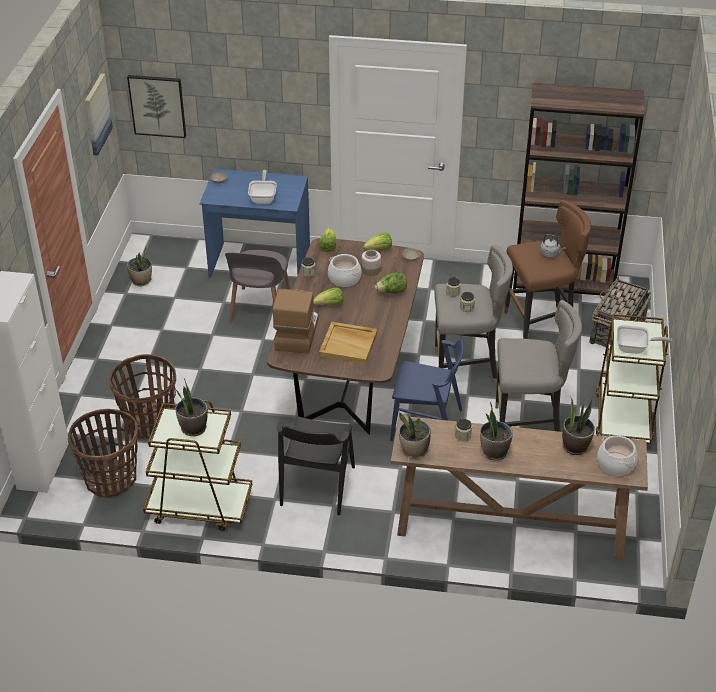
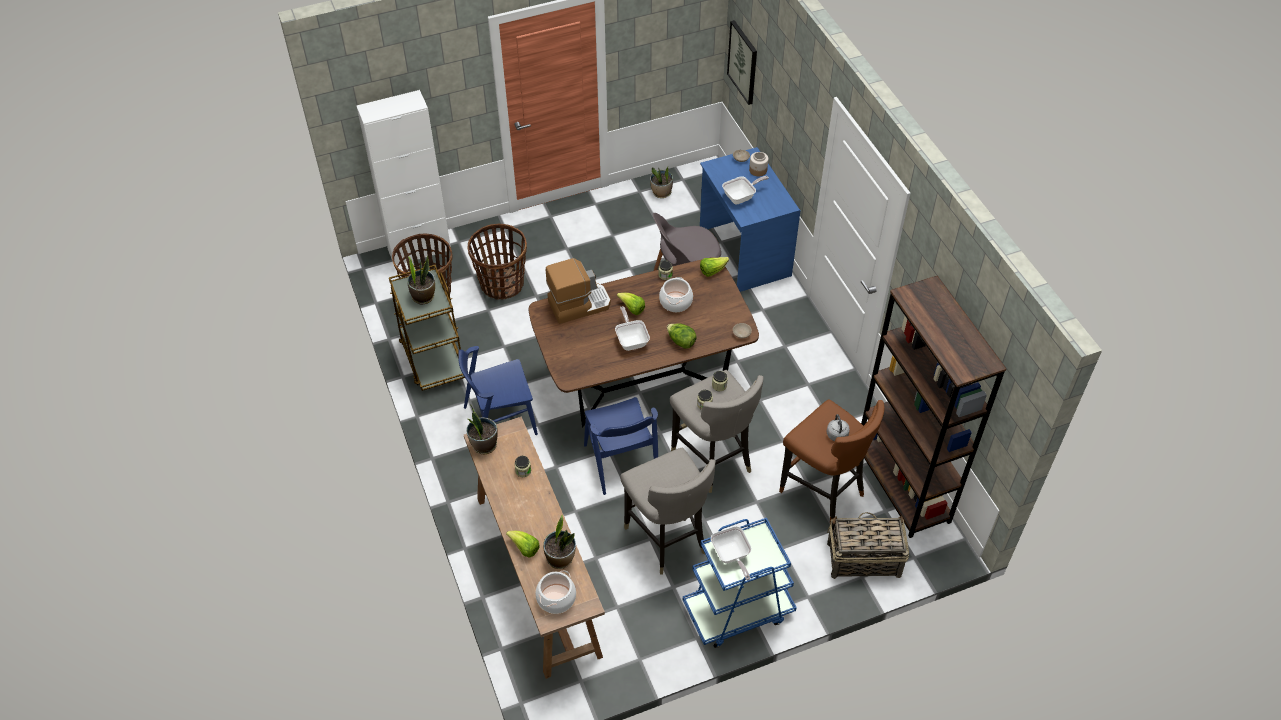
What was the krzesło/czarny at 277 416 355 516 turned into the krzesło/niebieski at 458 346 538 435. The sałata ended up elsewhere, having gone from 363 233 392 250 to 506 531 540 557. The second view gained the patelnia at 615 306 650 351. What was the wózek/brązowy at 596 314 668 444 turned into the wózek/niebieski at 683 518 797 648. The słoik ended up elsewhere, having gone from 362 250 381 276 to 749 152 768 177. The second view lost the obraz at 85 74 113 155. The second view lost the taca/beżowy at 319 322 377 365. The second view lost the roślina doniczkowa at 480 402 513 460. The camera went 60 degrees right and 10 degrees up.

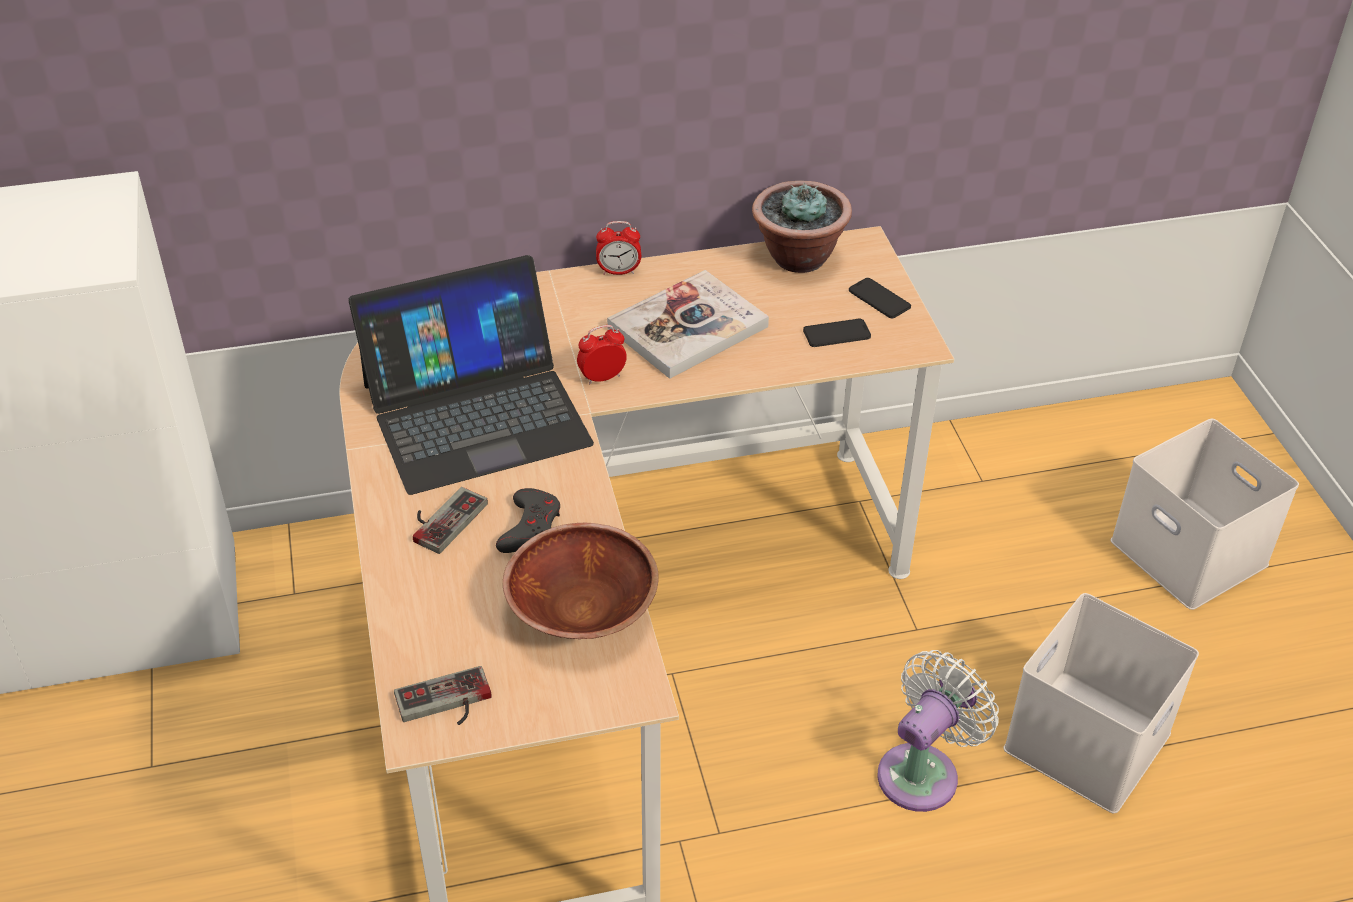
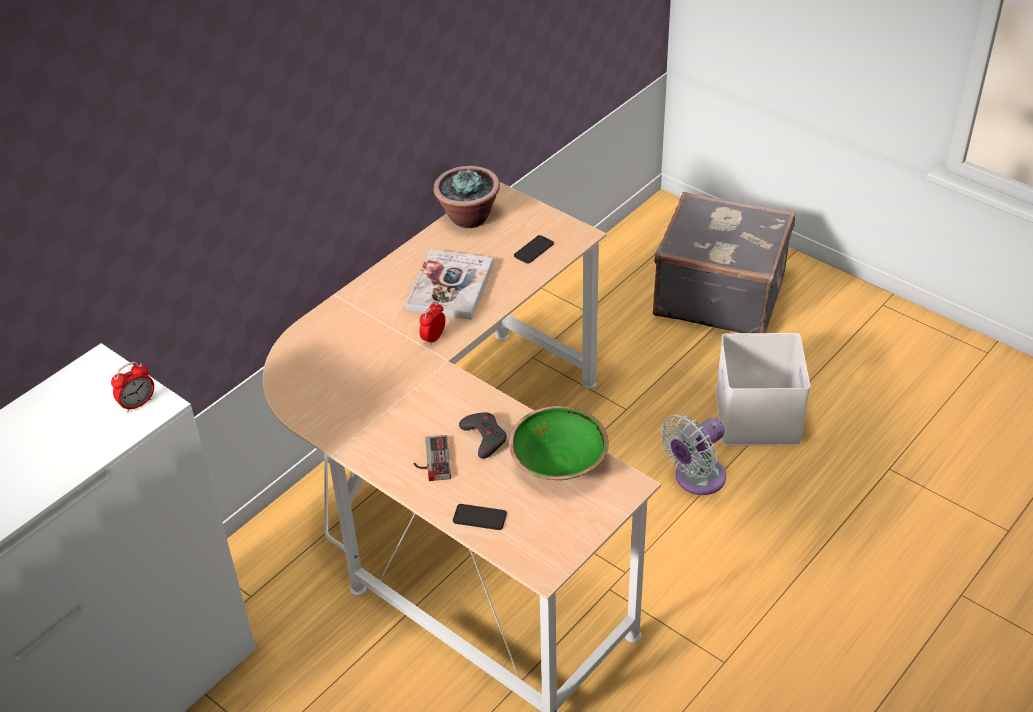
The budzik ended up elsewhere, having gone from 596 221 641 275 to 111 362 154 412. The telefon ended up elsewhere, having gone from 849 278 911 318 to 453 504 507 530. What was the miska/brązowy at 503 523 659 639 turned into the miska/zielony at 509 406 609 480. Where the pojemnik do przechowywania/biały stood at 1111 419 1299 610, the walizka/szary came to stand at 653 192 796 333. The wentylator/biały at 877 650 999 812 ended up facing another way, 135 degrees counterclockwise from before. The second view lost the laptop at 348 255 594 495. The second view lost the pad do gier at 394 666 491 725. The camera went 35 degrees left and 0 degrees up.

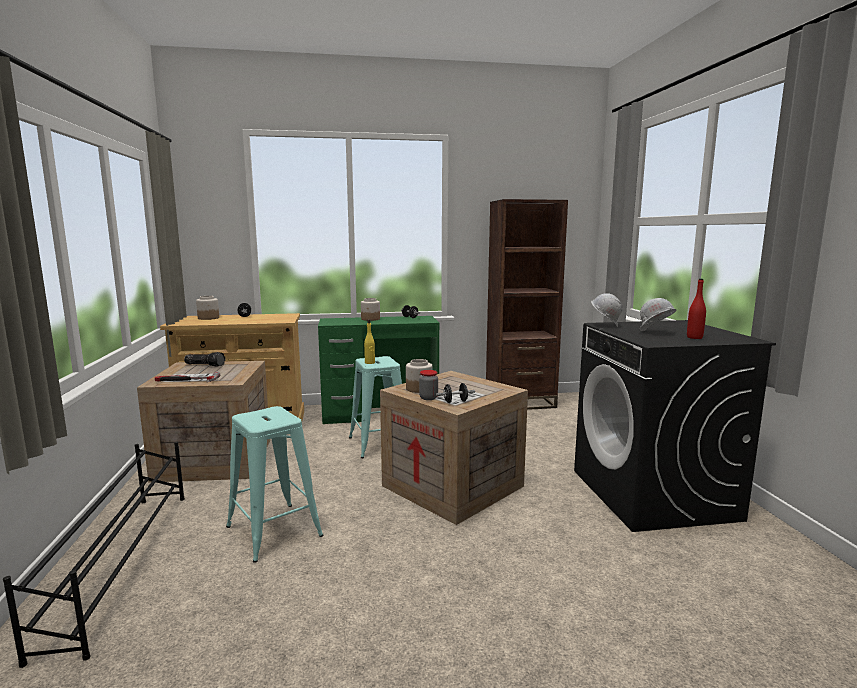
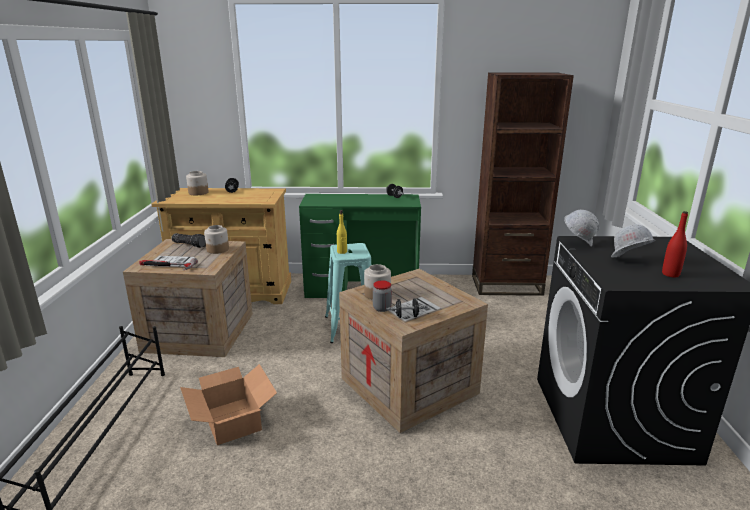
Where the stołek/turkusowy stood at 226 406 323 563, the karton came to stand at 180 364 277 445. The słoik ended up elsewhere, having gone from 361 298 380 321 to 204 225 229 254. The camera went 10 degrees right and 10 degrees up.

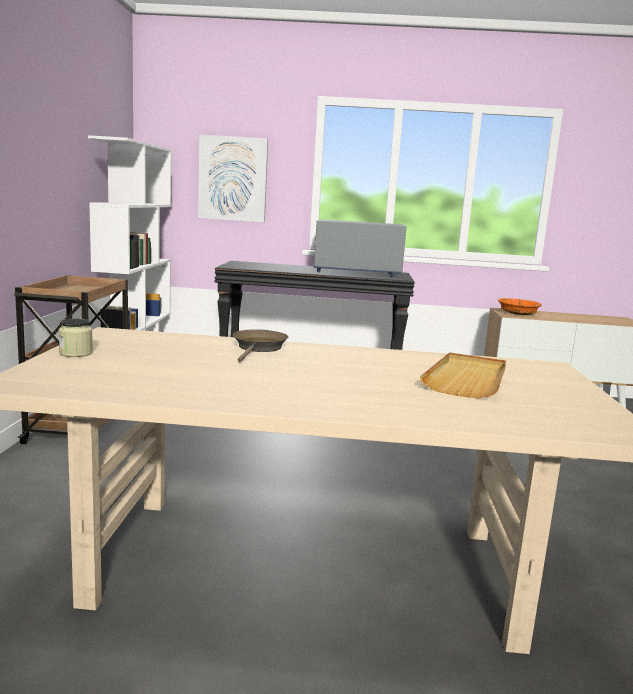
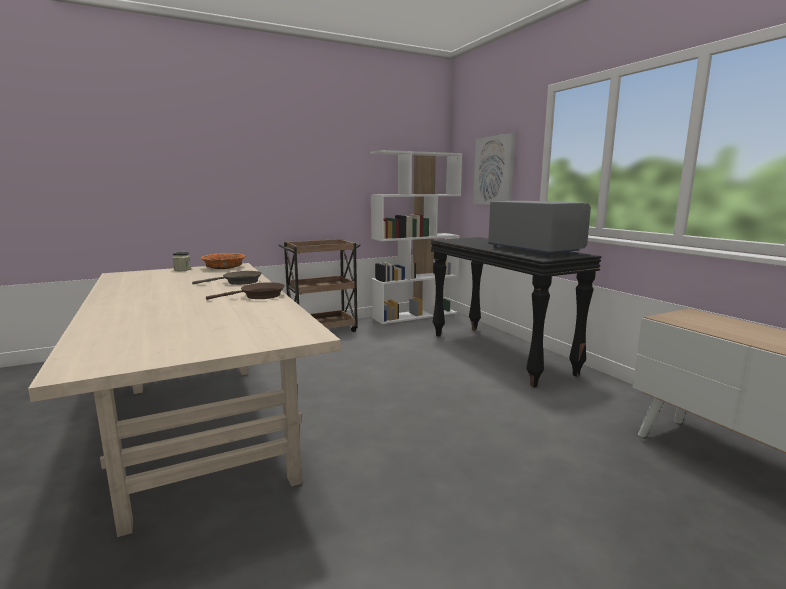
The miska/pomarańczowy ended up elsewhere, having gone from 498 298 541 315 to 201 253 245 269. The second view gained the patelnia/brązowy at 206 282 285 300. The second view lost the taca/beżowy at 420 352 506 399. The camera went 60 degrees right and 0 degrees up.

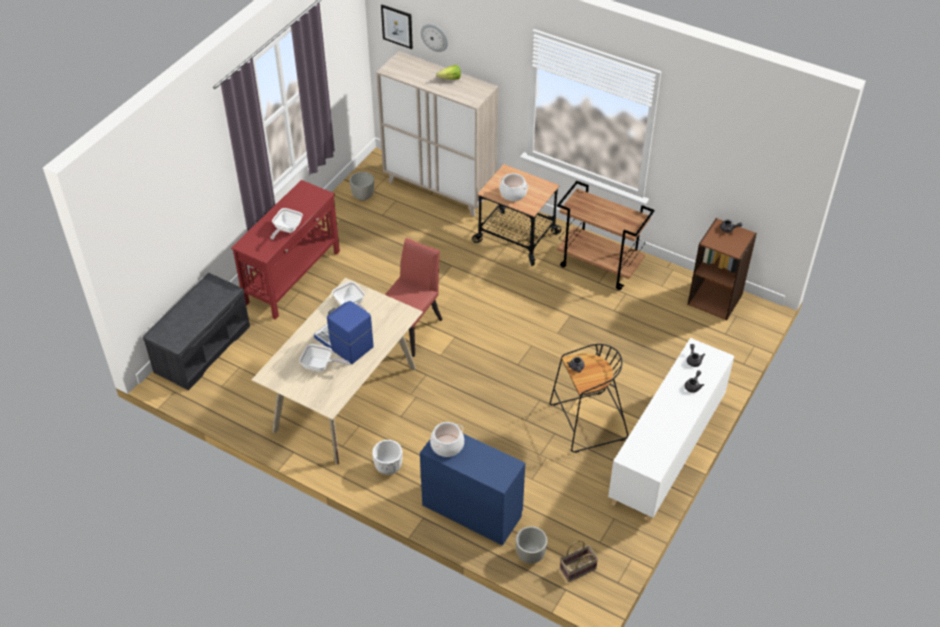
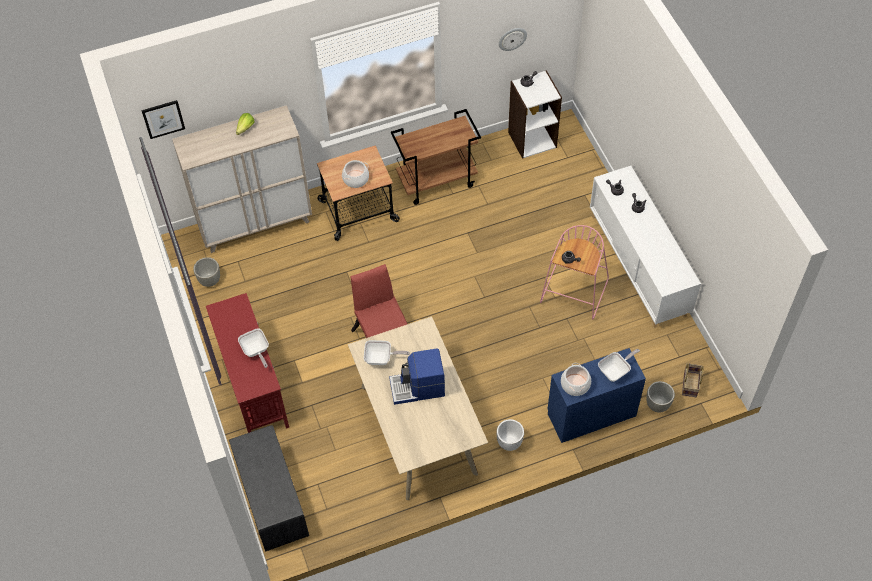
The zegar ścienny ended up elsewhere, having gone from 421 24 448 52 to 499 28 527 51. What was the regał/brązowy at 688 218 757 320 turned into the regał/biały at 508 70 562 159. What was the stołek/czarny at 549 344 628 453 turned into the stołek/różowy at 540 225 609 319. The patelnia ended up elsewhere, having gone from 299 344 349 372 to 598 349 640 382. The camera went 50 degrees left and 10 degrees up.

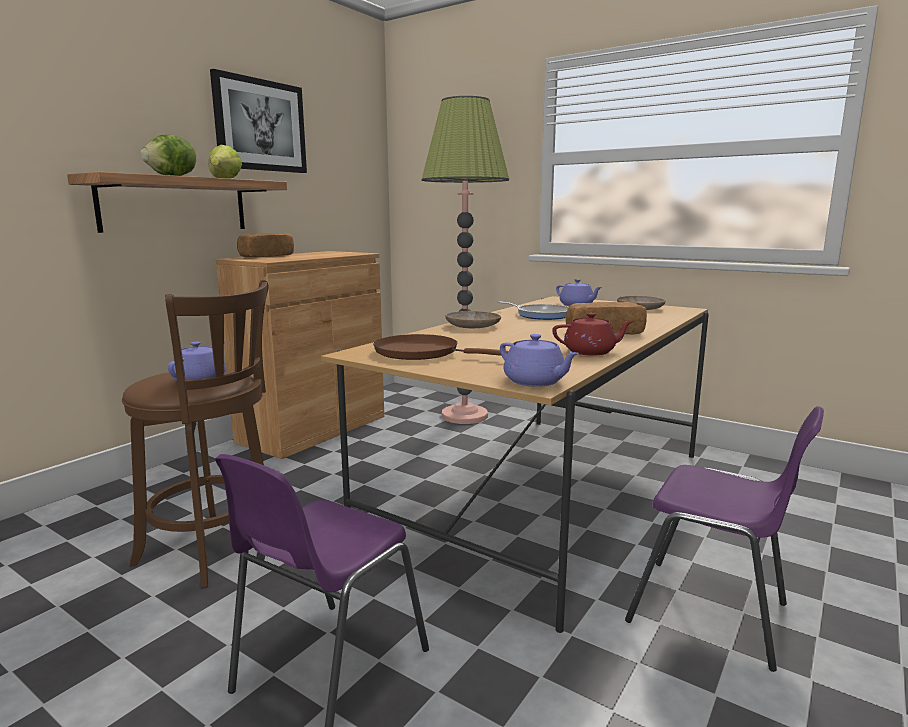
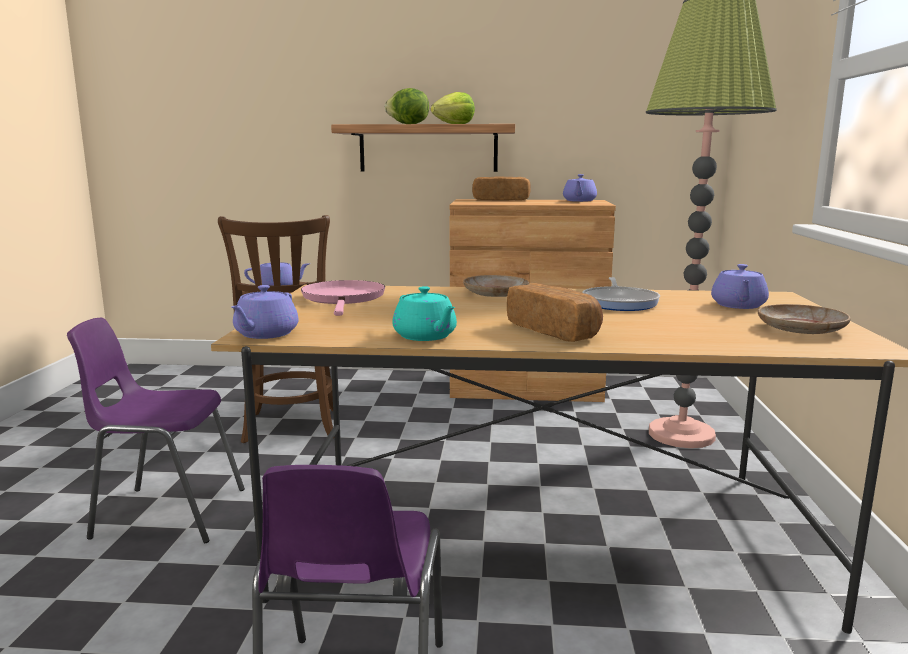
What was the patelnia/brązowy at 373 334 508 360 turned into the patelnia/różowy at 301 280 385 316. What was the imbryk/czerwony at 552 313 634 355 turned into the imbryk/turkusowy at 392 286 457 341. The second view gained the imbryk/fioletowy at 563 174 597 202. The second view lost the obraz at 210 69 307 173. The camera went 60 degrees right and 0 degrees up.

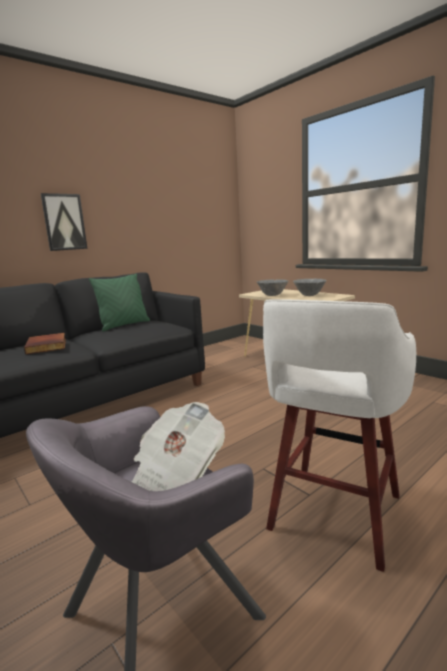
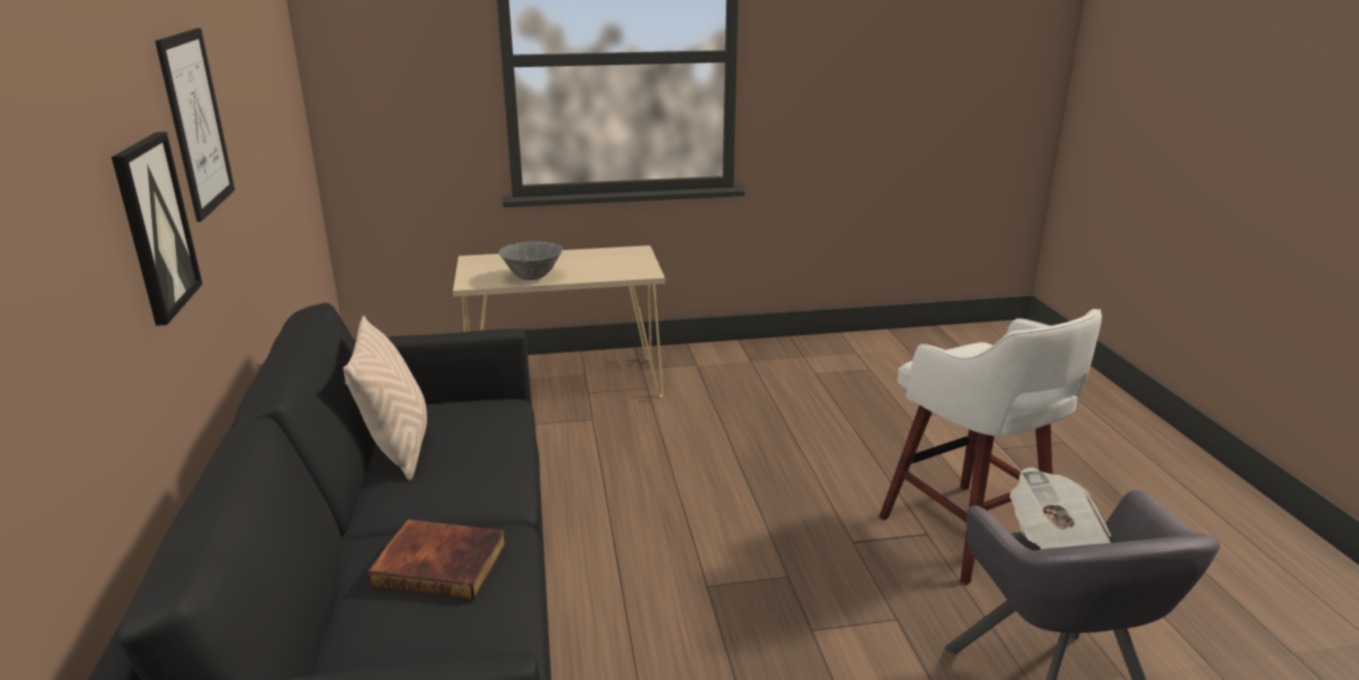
The second view gained the obraz at 155 28 235 222. What was the poduszka/zielony at 89 273 150 332 turned into the poduszka/beżowy at 343 315 427 480. The second view lost the miska/szary at 293 279 327 296. The camera went 60 degrees left and 10 degrees up.

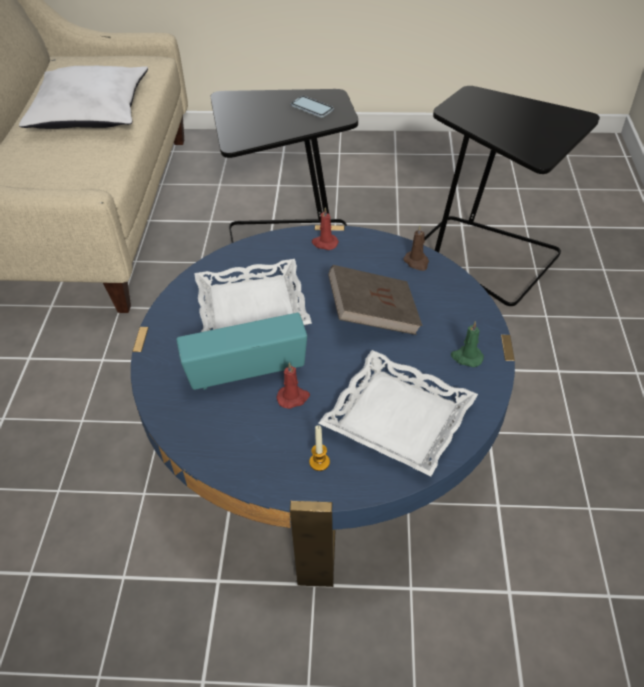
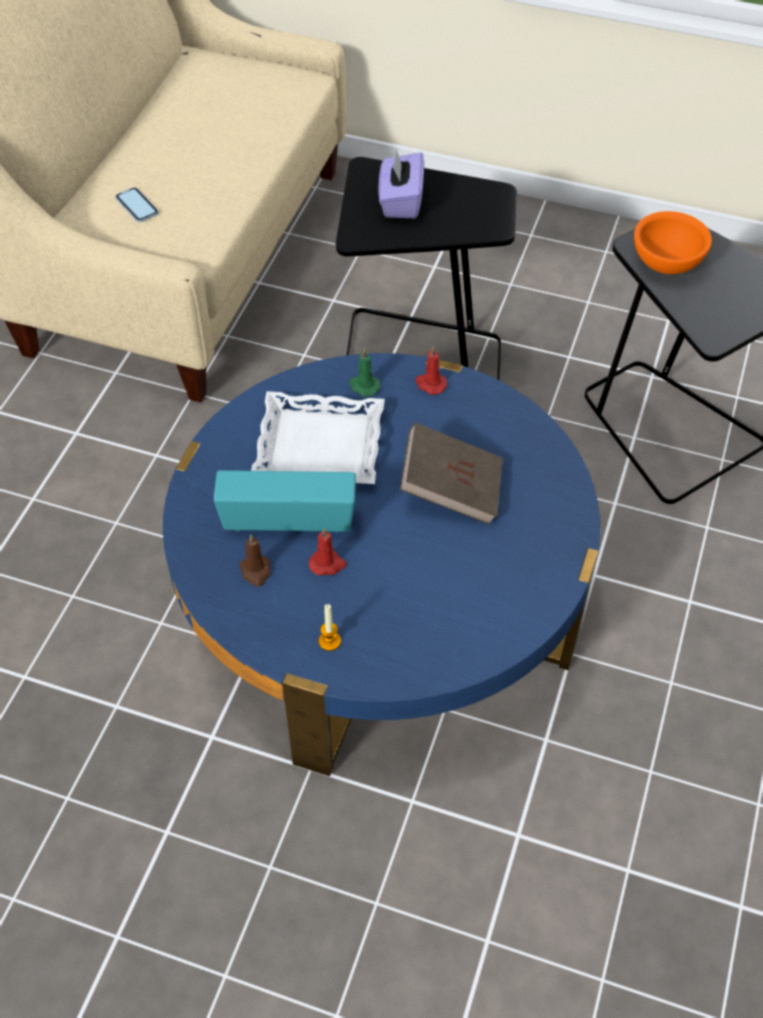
The telefon ended up elsewhere, having gone from 291 96 334 118 to 115 187 159 222. The świeca/brązowy ended up elsewhere, having gone from 404 226 429 271 to 239 534 271 587. The świeca/zielony ended up elsewhere, having gone from 451 321 484 367 to 349 348 381 397. The second view gained the pudełko chusteczek/fioletowy at 379 149 424 218. The second view gained the miska/pomarańczowy at 634 211 712 274. The second view lost the poduszka/biały at 19 66 148 129. The second view lost the taca/biały at 319 350 478 476. The camera went 15 degrees right and 5 degrees up.

